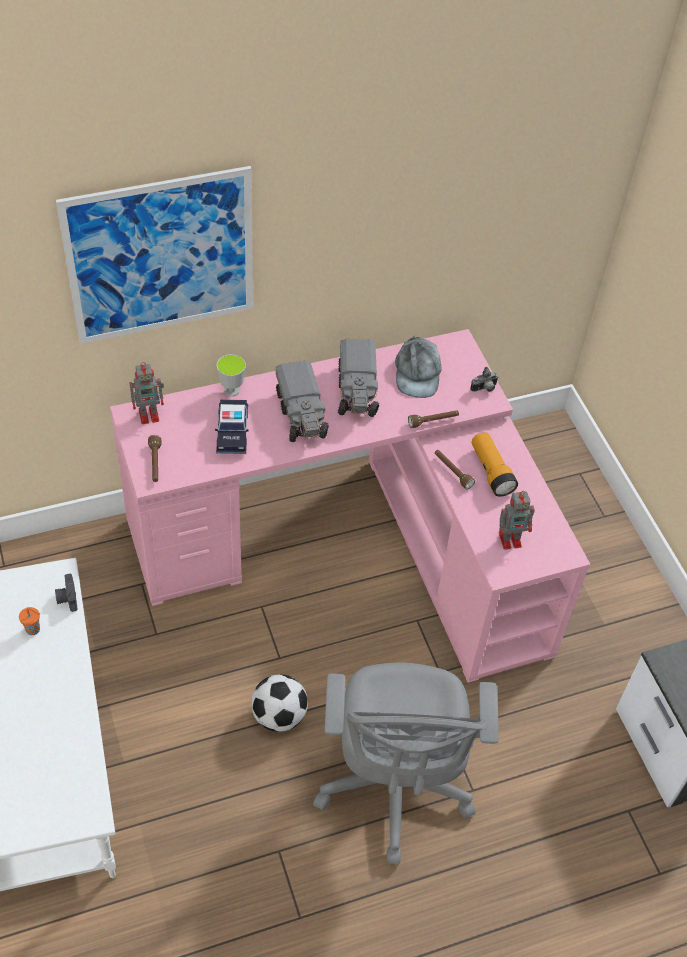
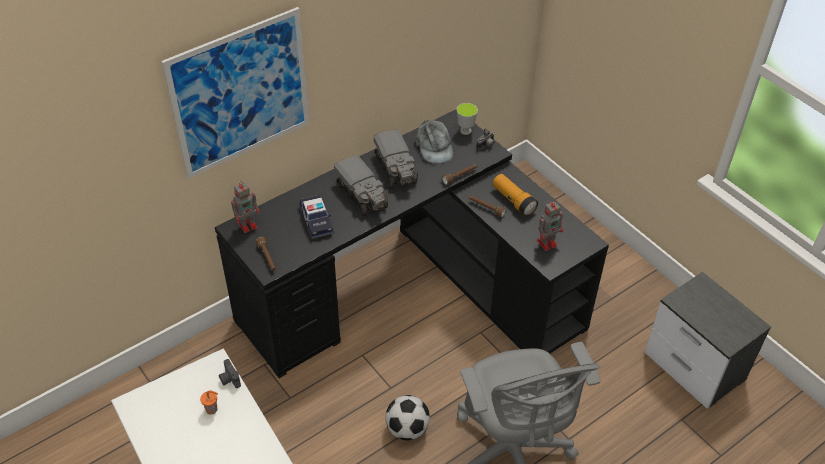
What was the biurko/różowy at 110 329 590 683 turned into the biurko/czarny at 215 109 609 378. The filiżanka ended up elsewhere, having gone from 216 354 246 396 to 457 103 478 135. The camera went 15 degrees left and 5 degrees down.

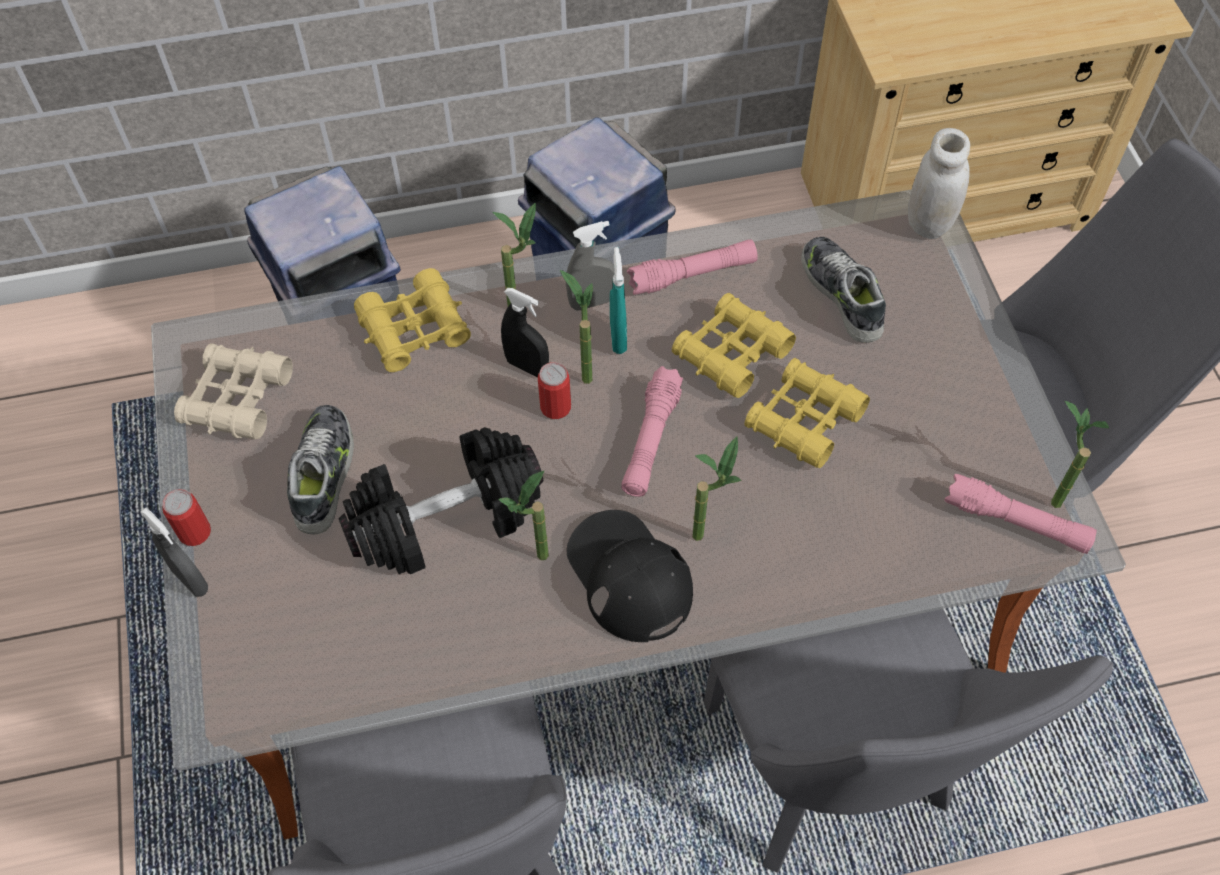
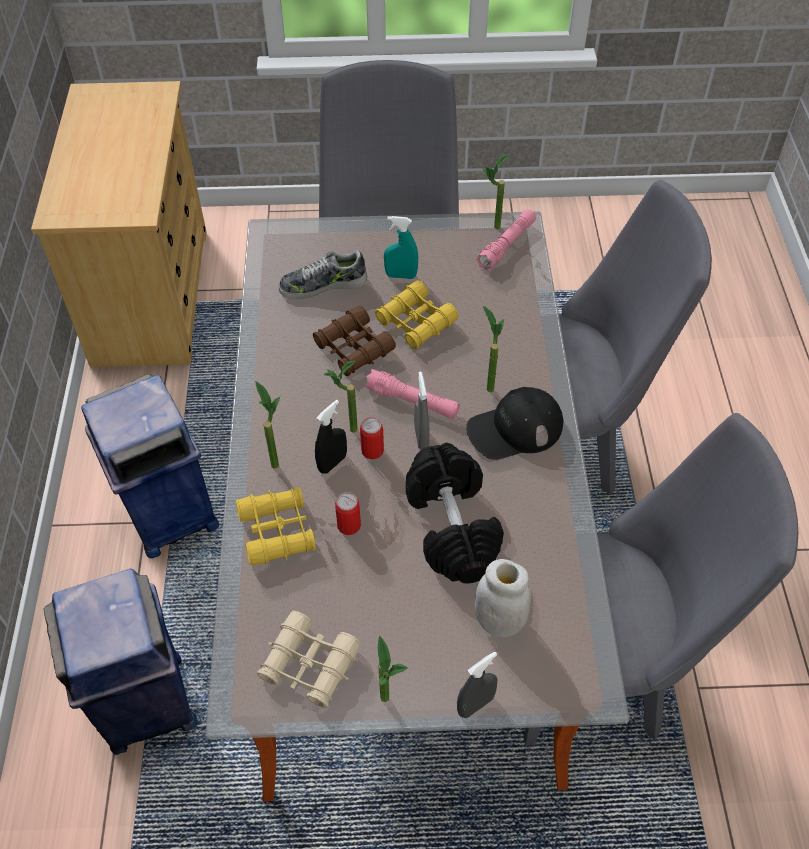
What was the lornetka/żółty at 672 293 796 398 turned into the lornetka/brązowy at 313 306 396 376. The puszka ended up elsewhere, having gone from 162 489 211 546 to 335 492 361 535. The roślina doniczkowa ended up elsewhere, having gone from 498 471 549 560 to 378 636 408 702. The spryskiwacz/turkusowy ended up elsewhere, having gone from 610 247 627 354 to 384 216 418 279. The spryskiwacz/szary ended up elsewhere, having gone from 566 221 614 311 to 414 371 429 449. The słoik/biały ended up elsewhere, having gone from 908 128 970 239 to 475 559 531 637. The second view lost the but at 287 405 354 534. The second view lost the latarka/różowy at 627 240 758 295. The camera went 80 degrees left and 5 degrees down.

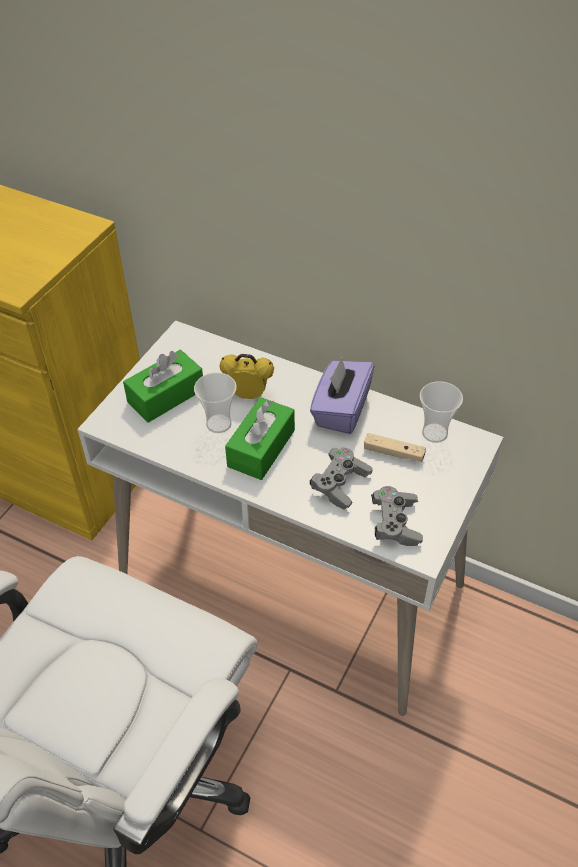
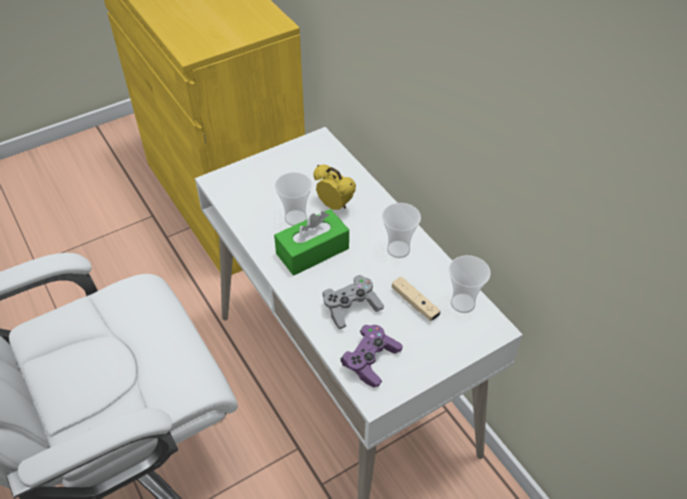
What was the pad do gier/szary at 371 486 423 546 turned into the pad do gier/fioletowy at 341 325 403 388. Where the pudełko chusteczek/fioletowy stood at 310 357 375 434, the filiżanka came to stand at 382 203 421 258. The second view lost the pudełko chusteczek/zielony at 123 350 203 423. The camera went 30 degrees right and 0 degrees up.

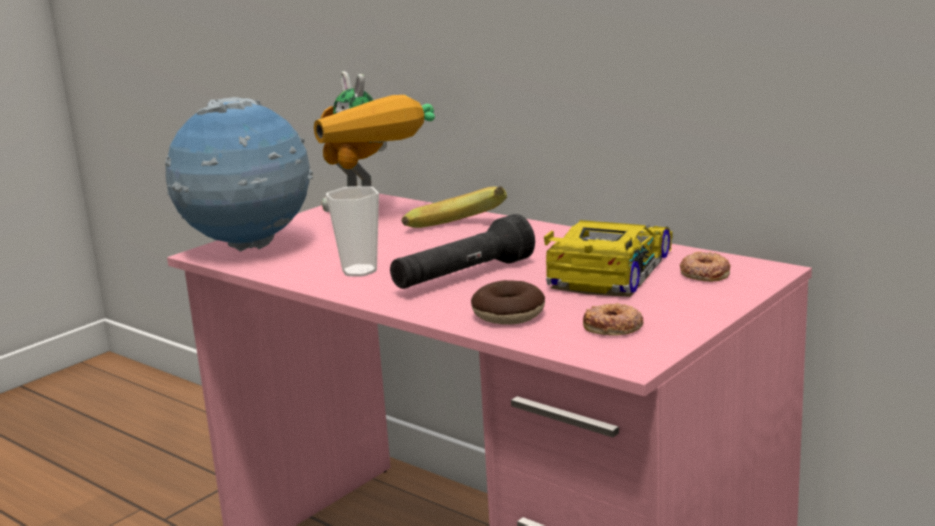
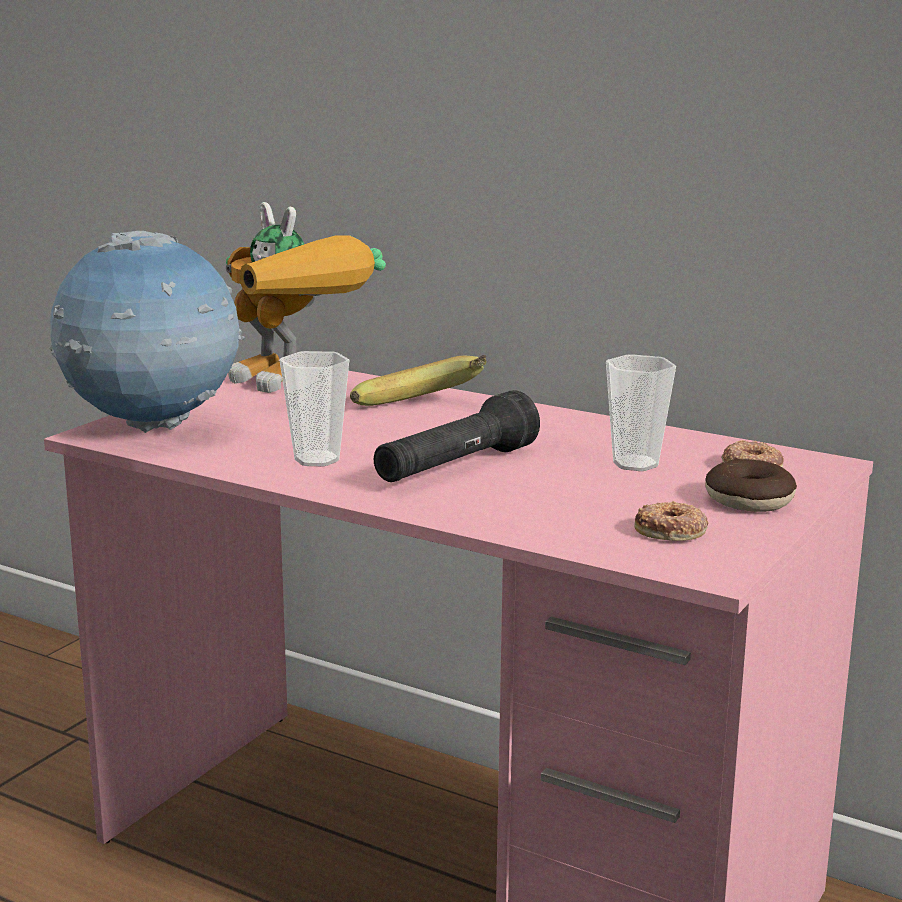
Where the samochodzik stood at 544 220 673 297, the filiżanka came to stand at 606 354 676 471. The donut ended up elsewhere, having gone from 471 280 545 325 to 705 459 797 512. The camera went 10 degrees left and 0 degrees up.

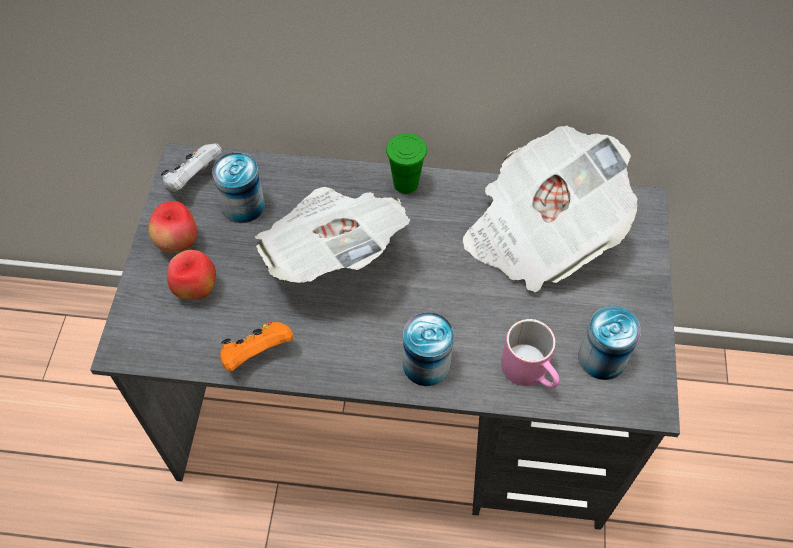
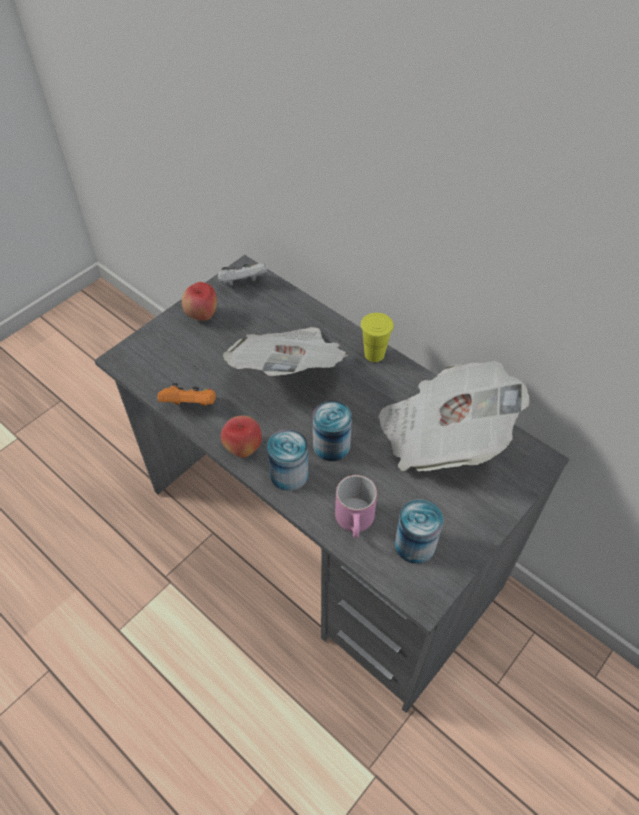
The jabłko ended up elsewhere, having gone from 167 250 216 300 to 221 416 262 458. The puszka ended up elsewhere, having gone from 212 153 265 223 to 313 401 352 461. What was the filiżanka/zielony at 386 133 427 194 turned into the filiżanka/żółty at 361 313 394 362. The camera went 35 degrees right and 5 degrees down.

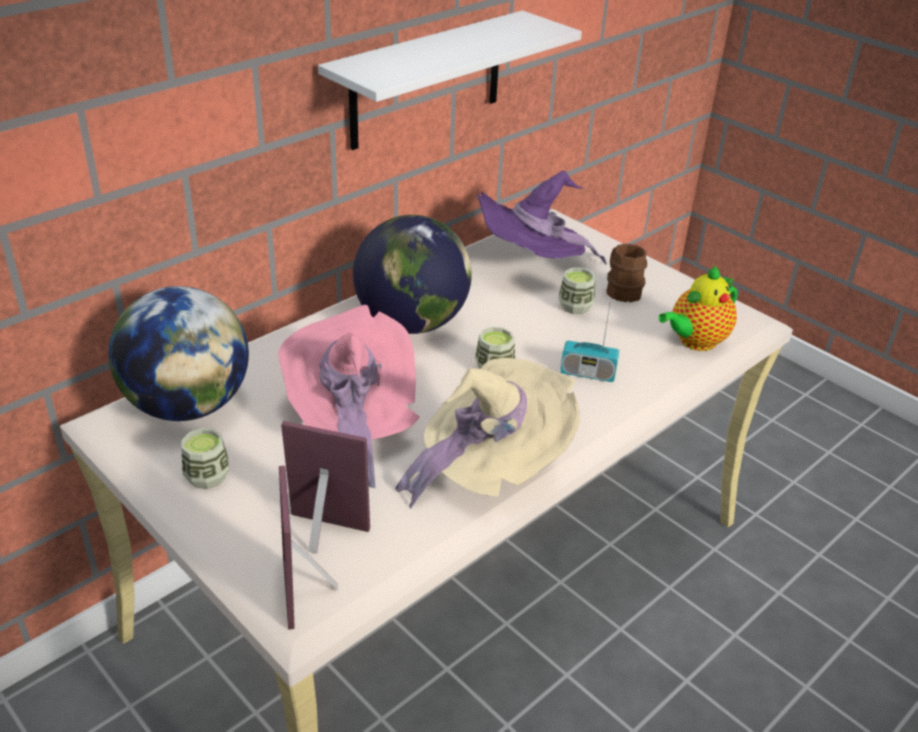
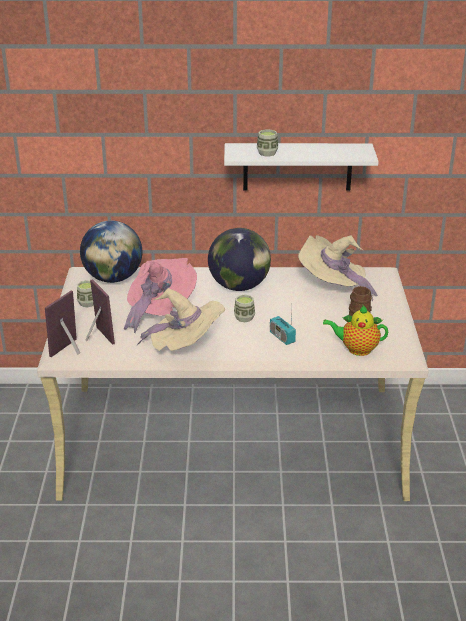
The filiżanka ended up elsewhere, having gone from 558 268 596 314 to 257 129 278 157. What was the kapelusz/fioletowy at 476 170 607 265 turned into the kapelusz/beżowy at 298 235 377 301. The camera went 45 degrees right and 5 degrees down.

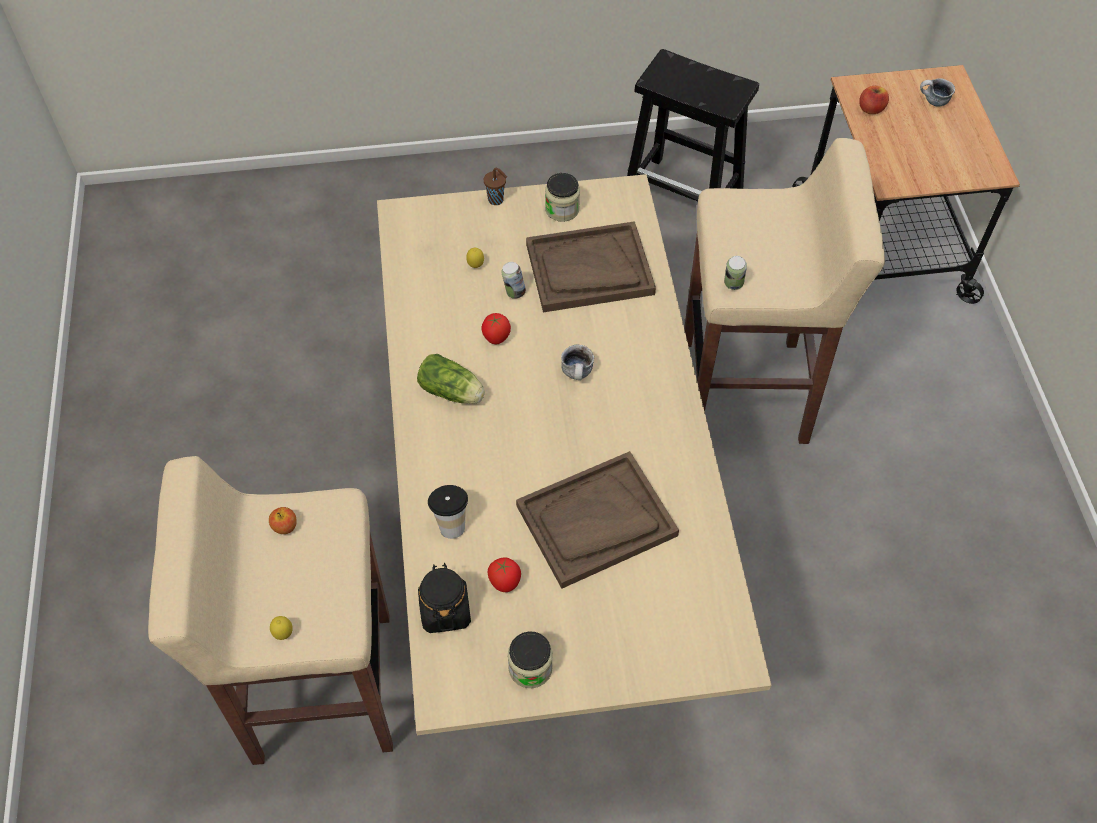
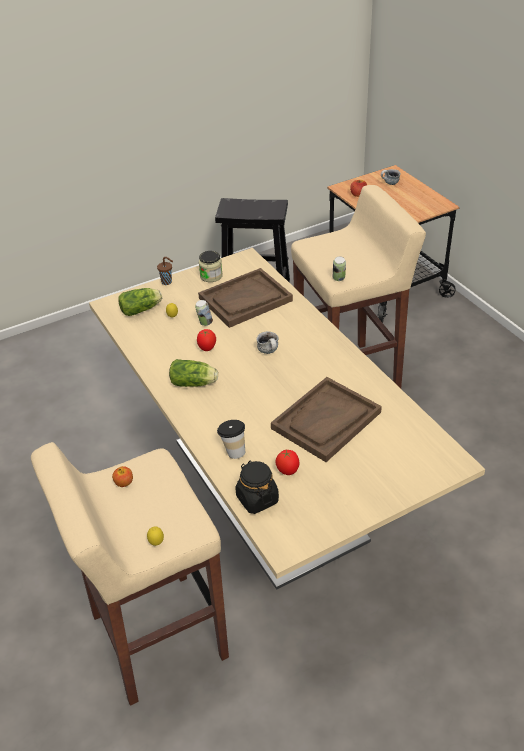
The second view gained the sałata at 118 288 162 316. The second view lost the słoik at 508 631 553 688. The camera went 20 degrees left and 15 degrees down.

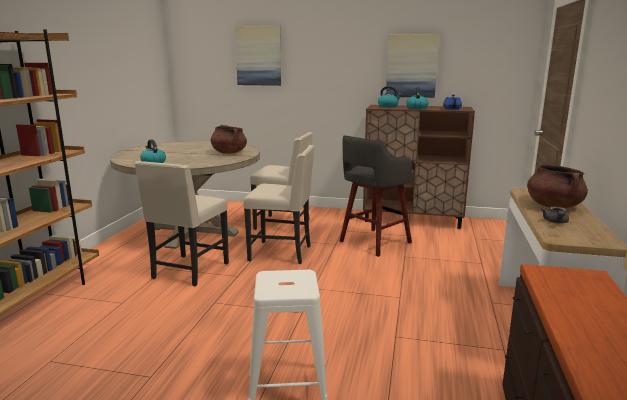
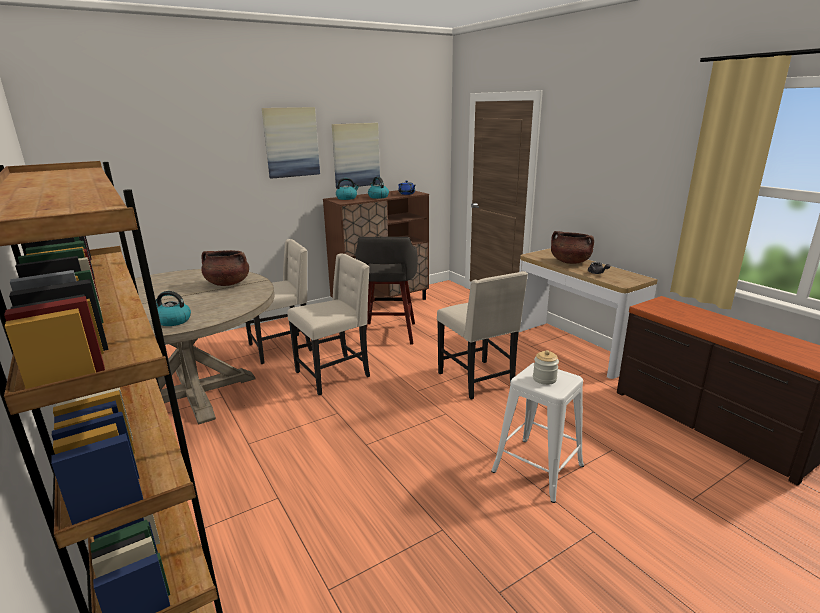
The obraz ended up elsewhere, having gone from 235 26 281 86 to 262 107 320 179. The krzesło/beżowy ended up elsewhere, having gone from 134 161 229 287 to 437 271 528 399. The second view gained the słoik at 533 350 559 385. The camera went 45 degrees left and 5 degrees up.

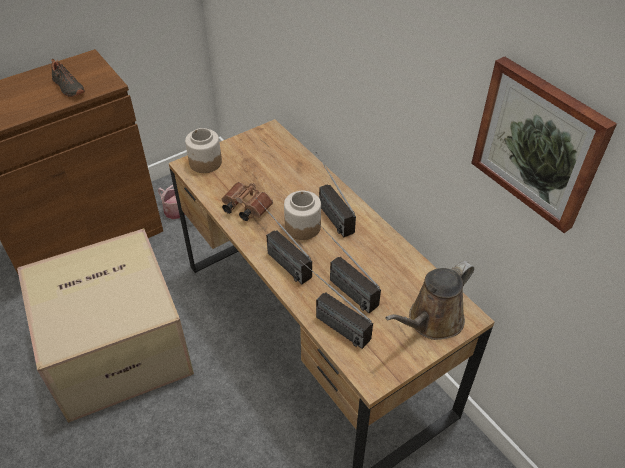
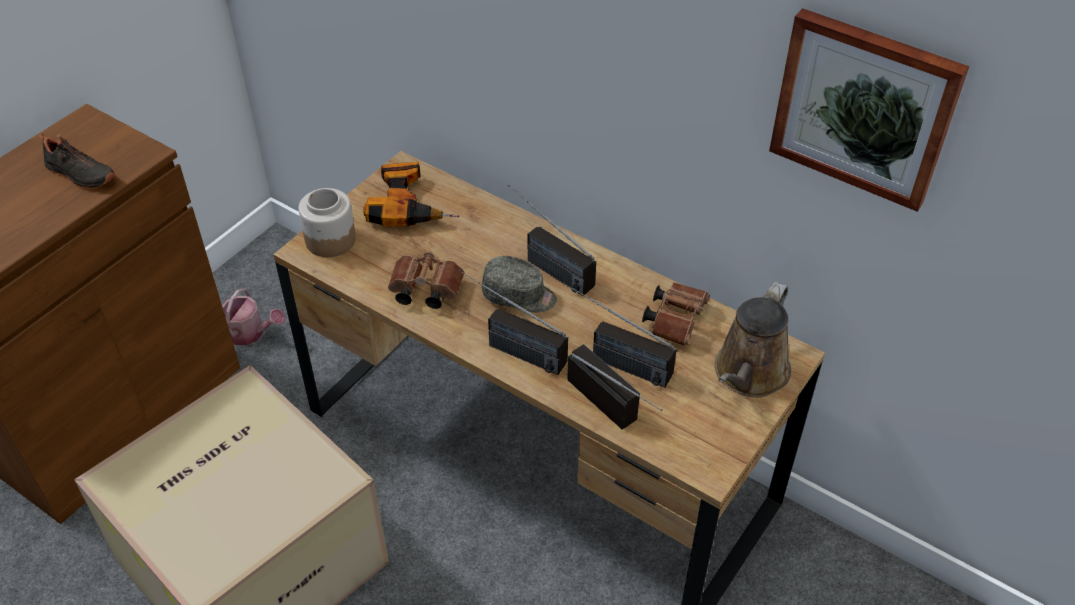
The second view gained the wiertarka at 363 162 459 227. Where the słoik stood at 284 191 321 240, the czapka z daszkiem/szary came to stand at 482 256 557 312. The radio at 300 260 373 349 ended up facing another way, 150 degrees counterclockwise from before. The second view gained the lornetka/brązowy at 642 282 710 346. The camera went 20 degrees left and 0 degrees up.

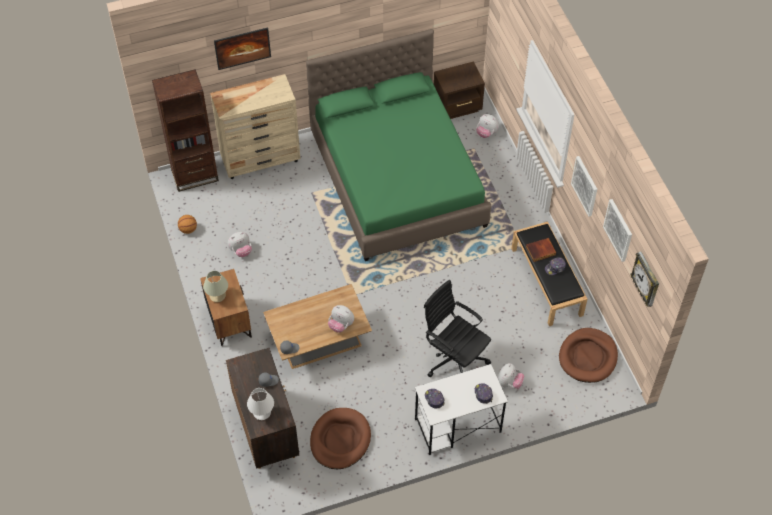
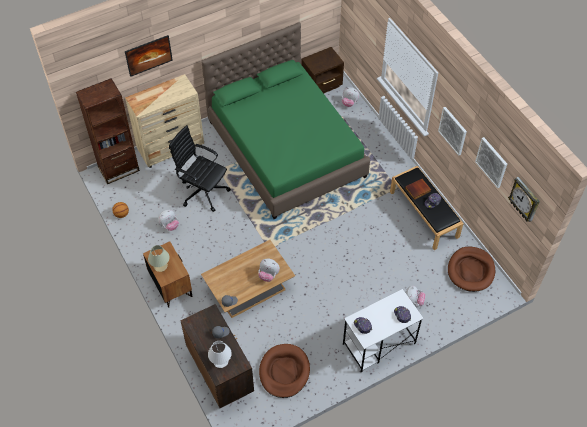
The krzesło biurowe/czarny ended up elsewhere, having gone from 424 280 491 377 to 169 125 231 212. The camera went 10 degrees left and 0 degrees up.

